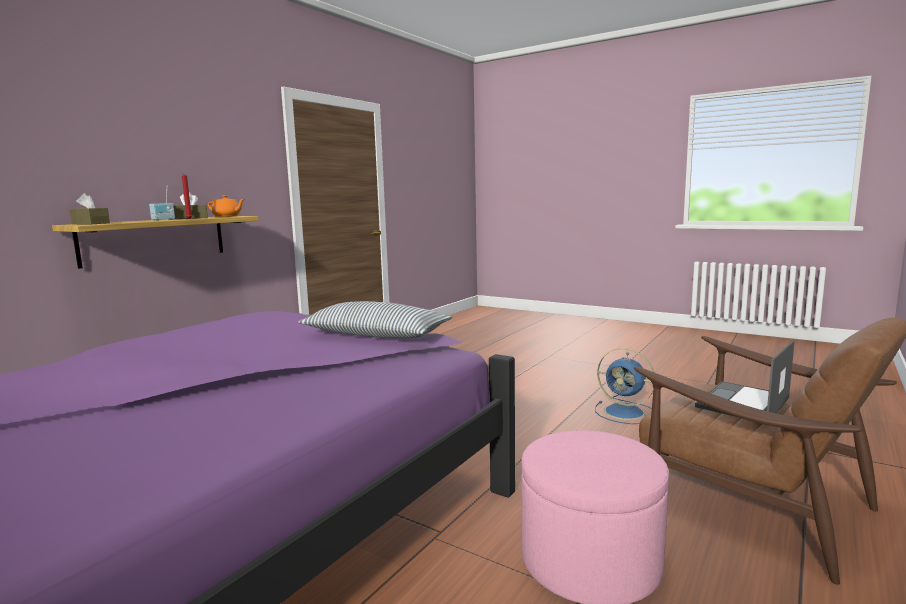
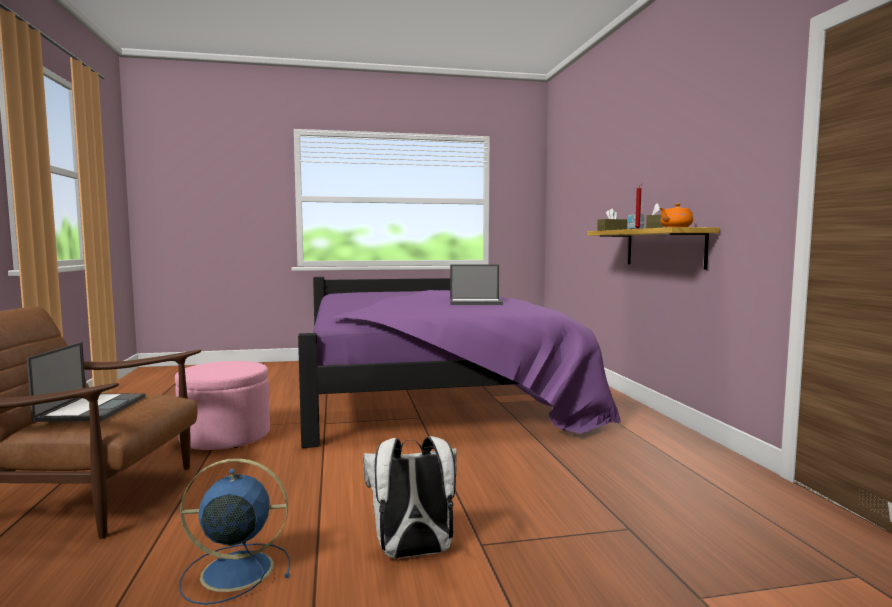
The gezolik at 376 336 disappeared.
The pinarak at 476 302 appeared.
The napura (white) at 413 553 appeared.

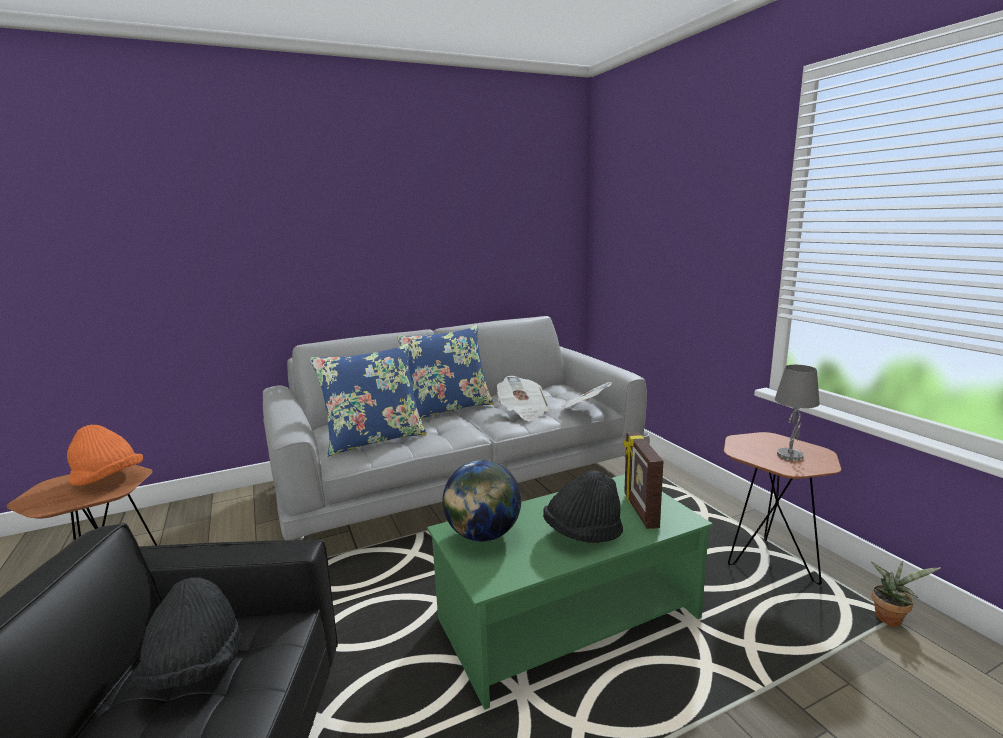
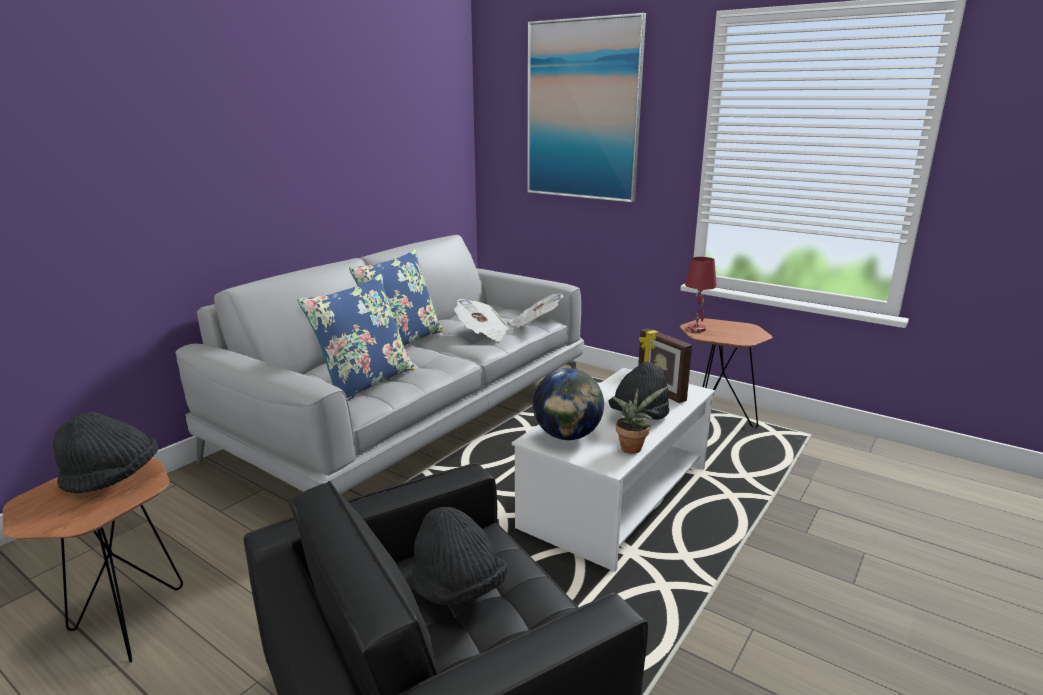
The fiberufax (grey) at 790 455 disappeared.
The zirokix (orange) at 108 480 became the zirokix (black) at 112 480.
The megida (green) at 569 618 became the megida (white) at 617 496.
The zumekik moved from 890 618 to 632 447.
The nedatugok at 582 111 appeared.
The fiberufax (red) at 697 329 appeared.

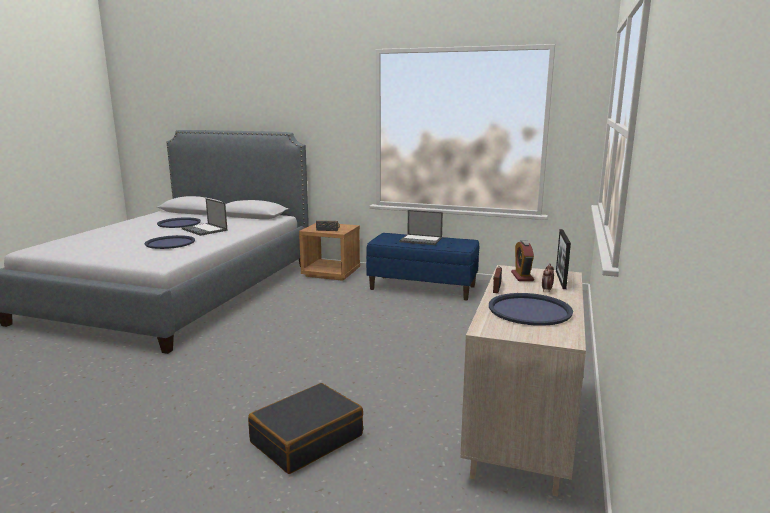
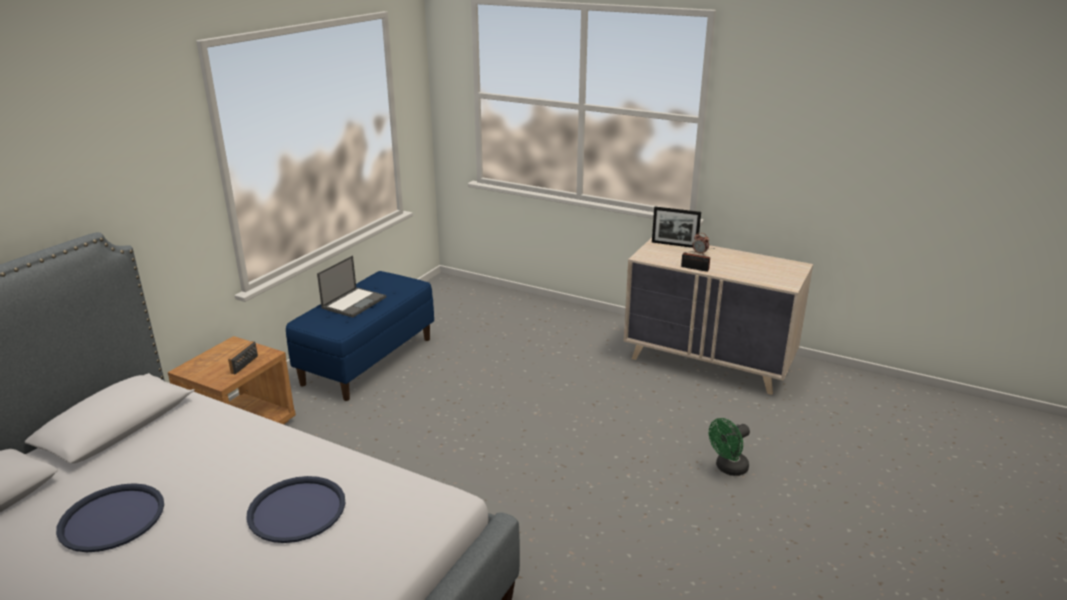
The pinarak at 205 230 disappeared.
The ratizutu at 522 276 disappeared.
The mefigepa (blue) at 529 310 disappeared.
The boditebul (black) at 306 439 was replaced by the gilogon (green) at 728 468.

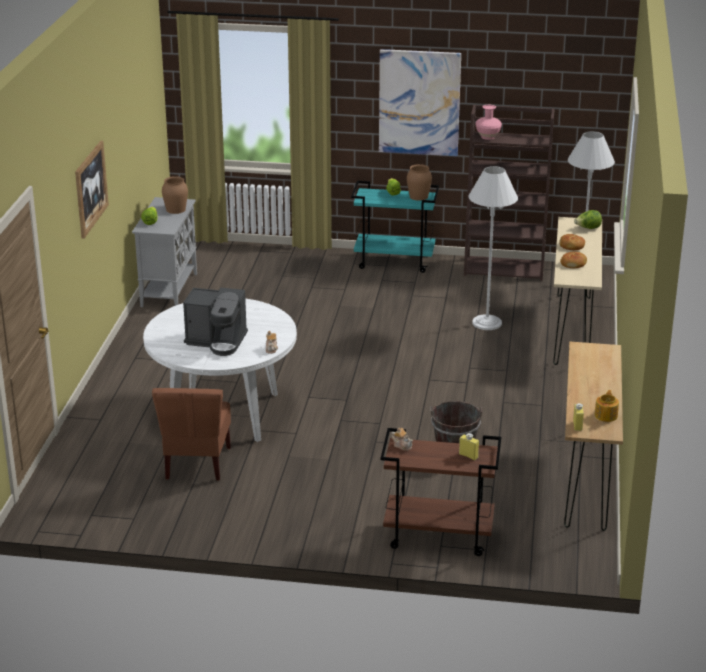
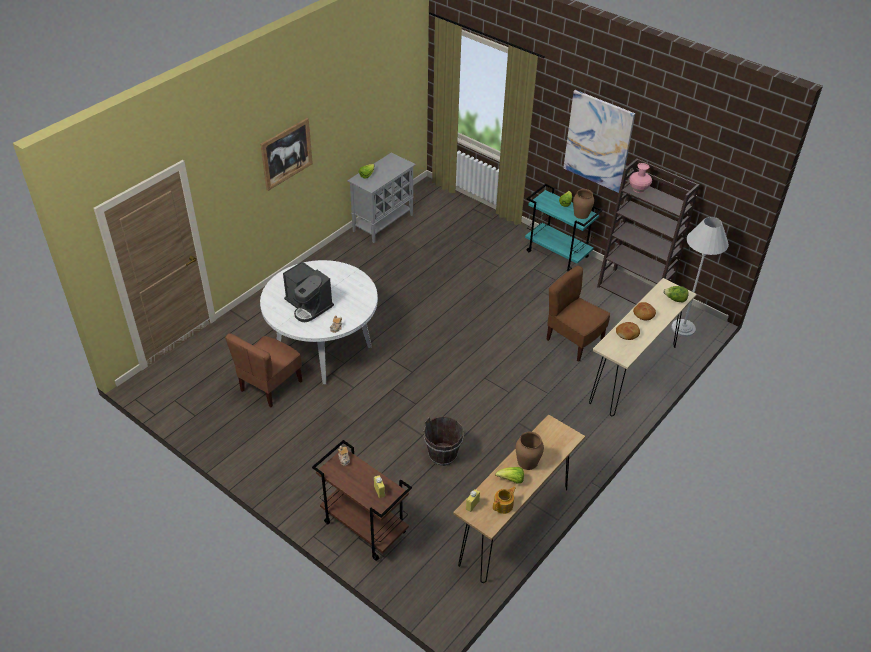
The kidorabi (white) at 487 323 was replaced by the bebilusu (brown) at 573 340.
The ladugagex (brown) moved from 175 209 to 527 461.
The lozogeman at 511 480 appeared.

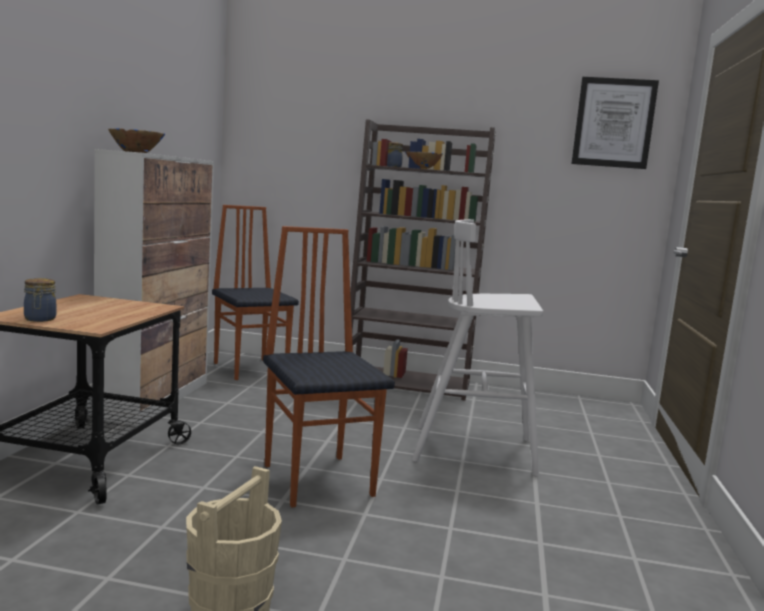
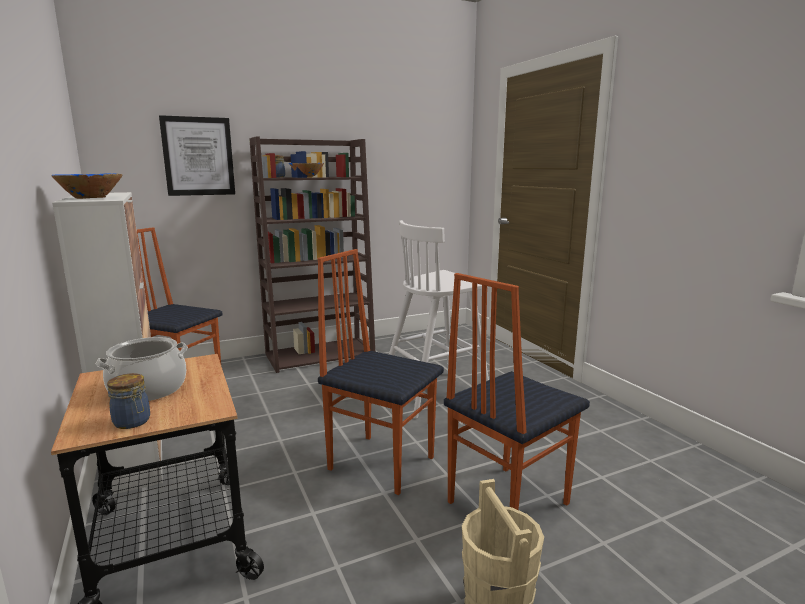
The nedatugok moved from 613 123 to 198 156.
The bebilusu at 506 502 appeared.
The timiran at 148 389 appeared.

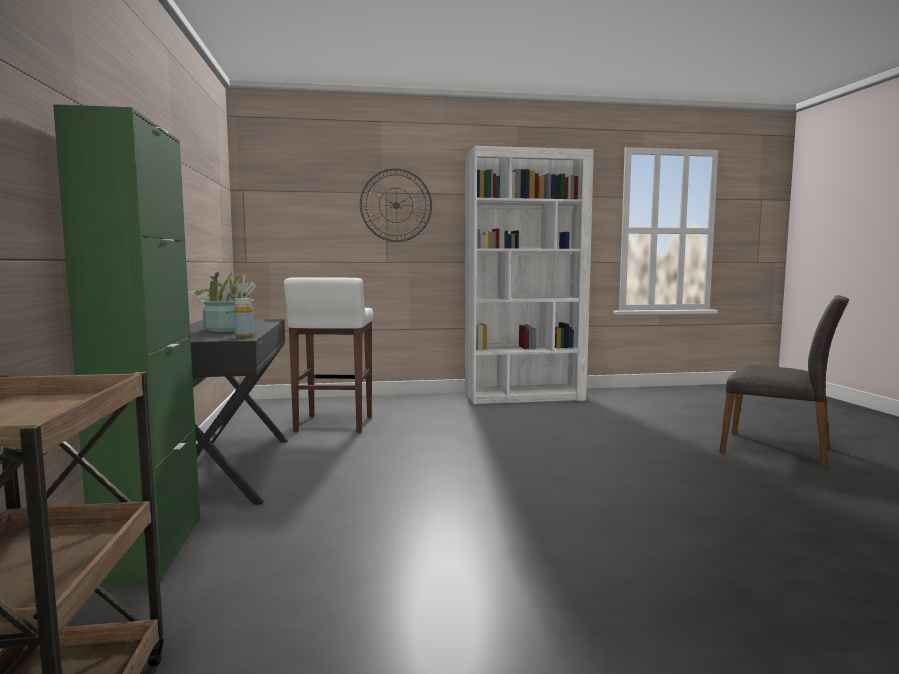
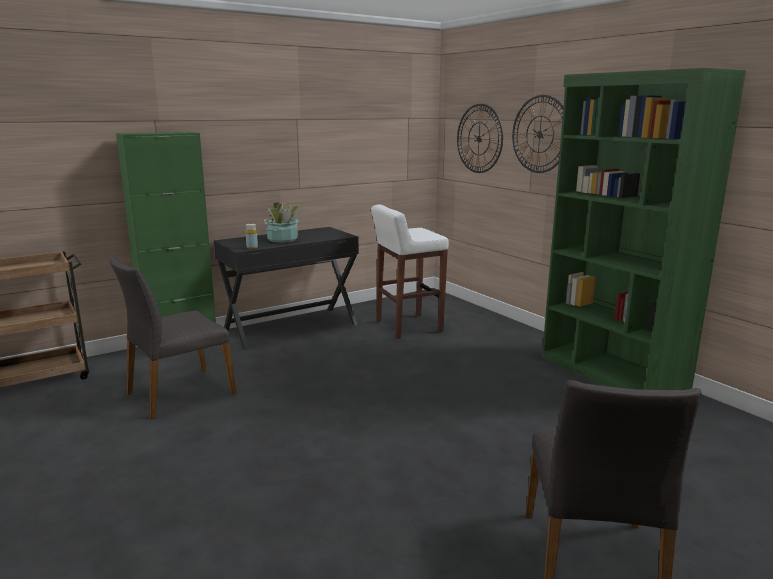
The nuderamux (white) at 524 396 became the nuderamux (green) at 611 374.
The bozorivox at 479 138 appeared.
The bebilusu (grey) at 179 393 appeared.

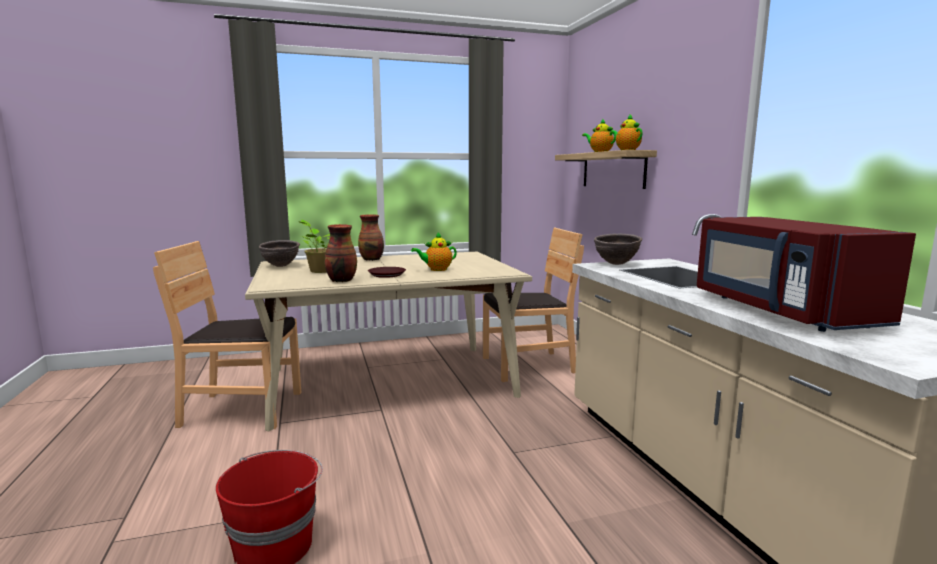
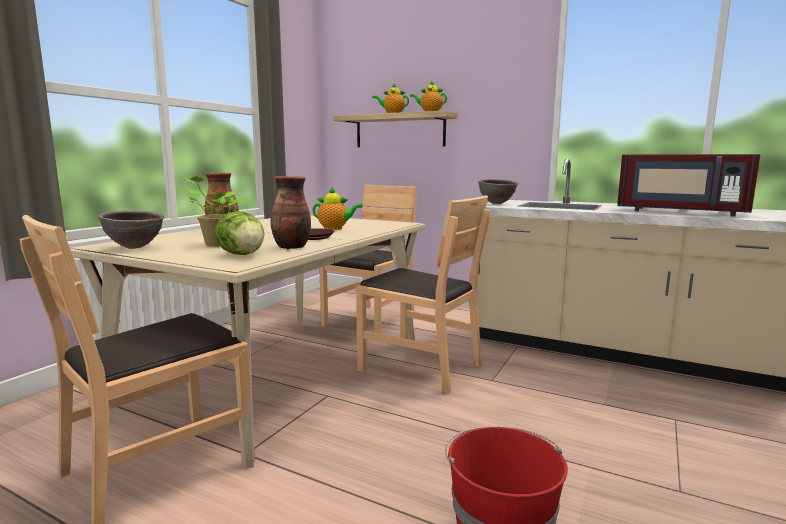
The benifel at 436 269 turned 105 degrees counterclockwise.
The bebilusu (brown) at 420 366 appeared.
The lozogeman at 242 255 appeared.

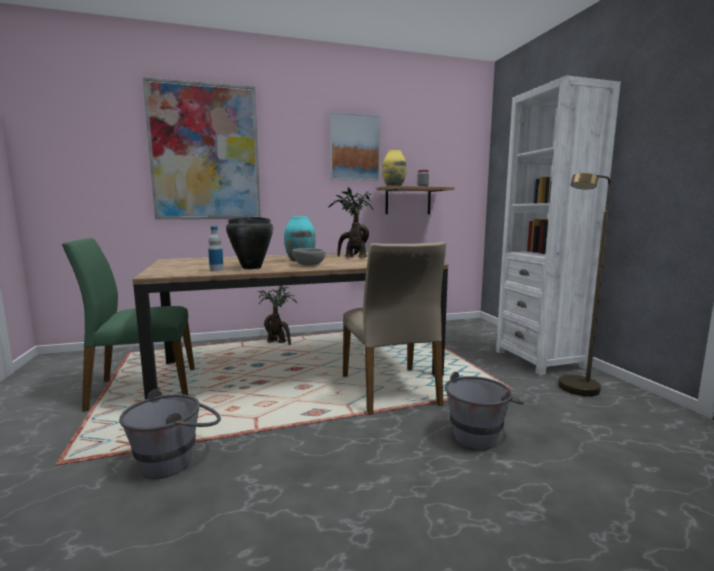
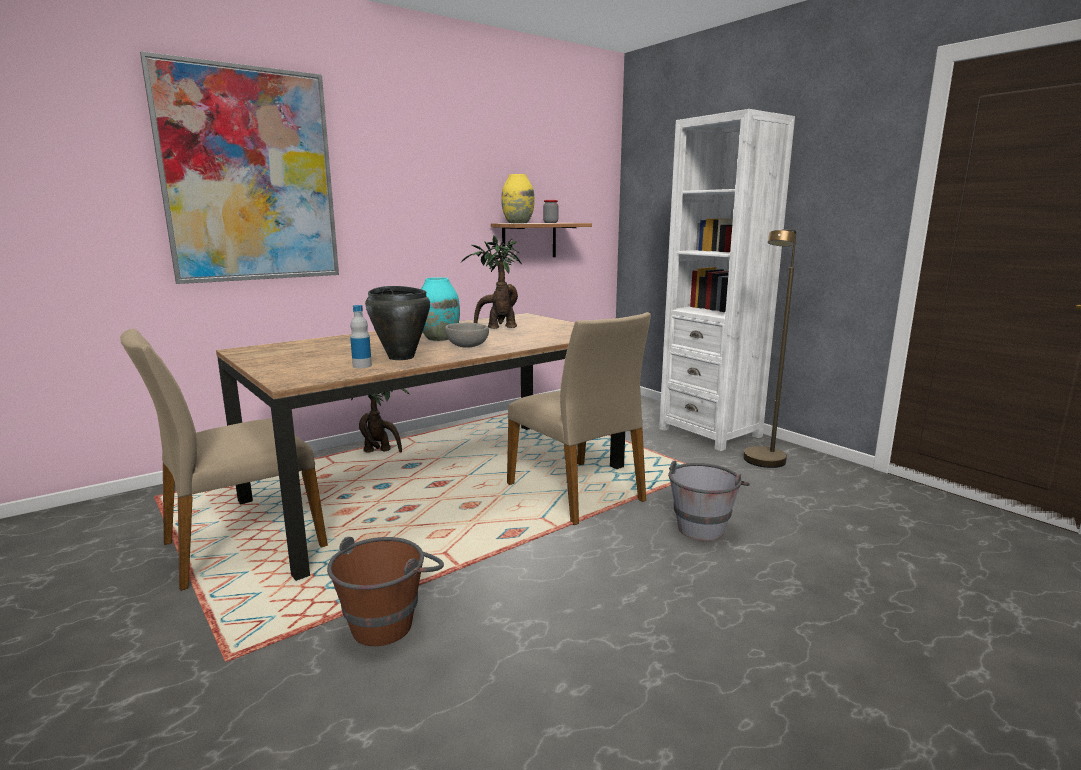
The nedatugok at 354 147 disappeared.
The bebilusu (green) at 143 388 became the bebilusu (beige) at 242 544.
The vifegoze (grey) at 177 459 became the vifegoze (brown) at 390 619.

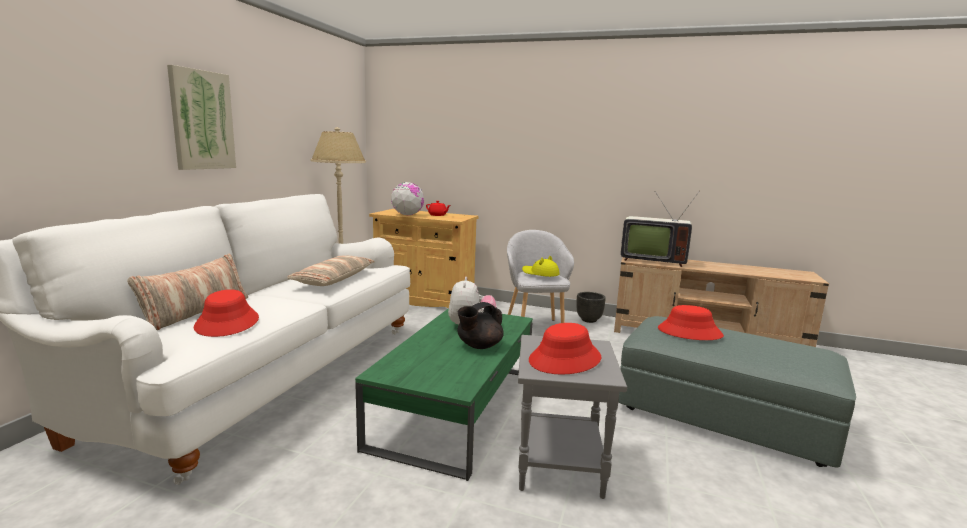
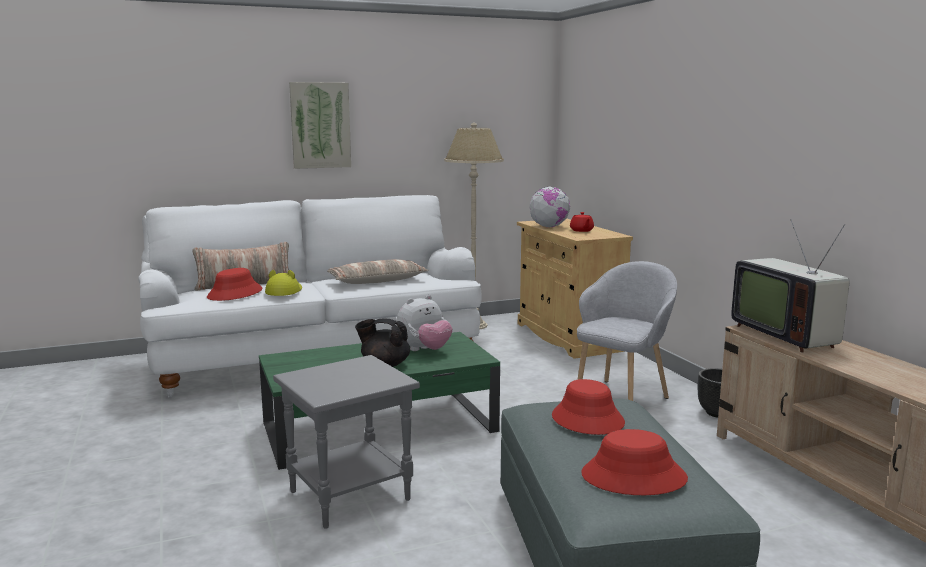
The zirokix (yellow) moved from 540 273 to 284 291.
The zirokix (red) moved from 565 359 to 633 477.

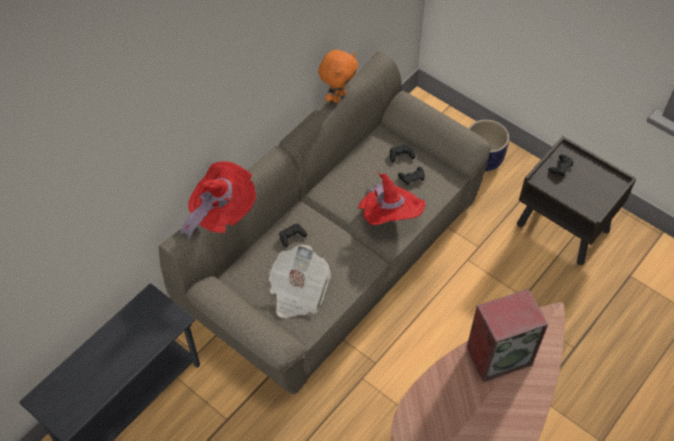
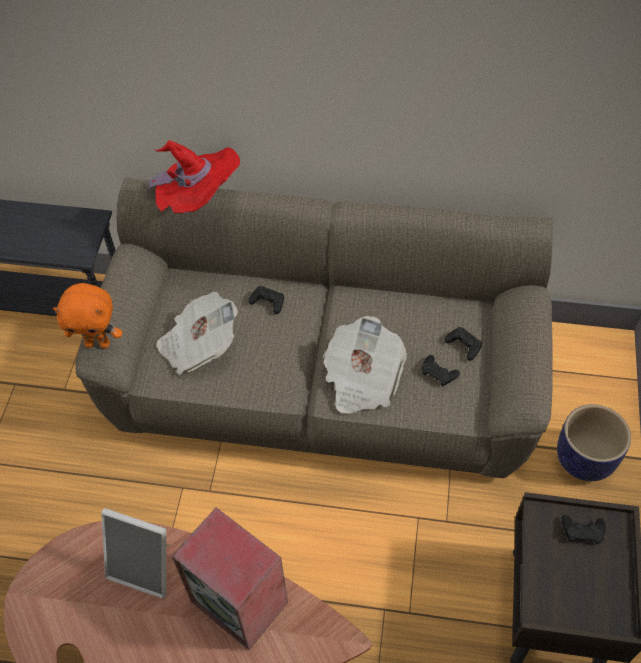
The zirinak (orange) moved from 338 96 to 98 343.
The zirokix (red) at 389 217 was replaced by the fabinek at 362 379.
The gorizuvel at 145 567 appeared.

